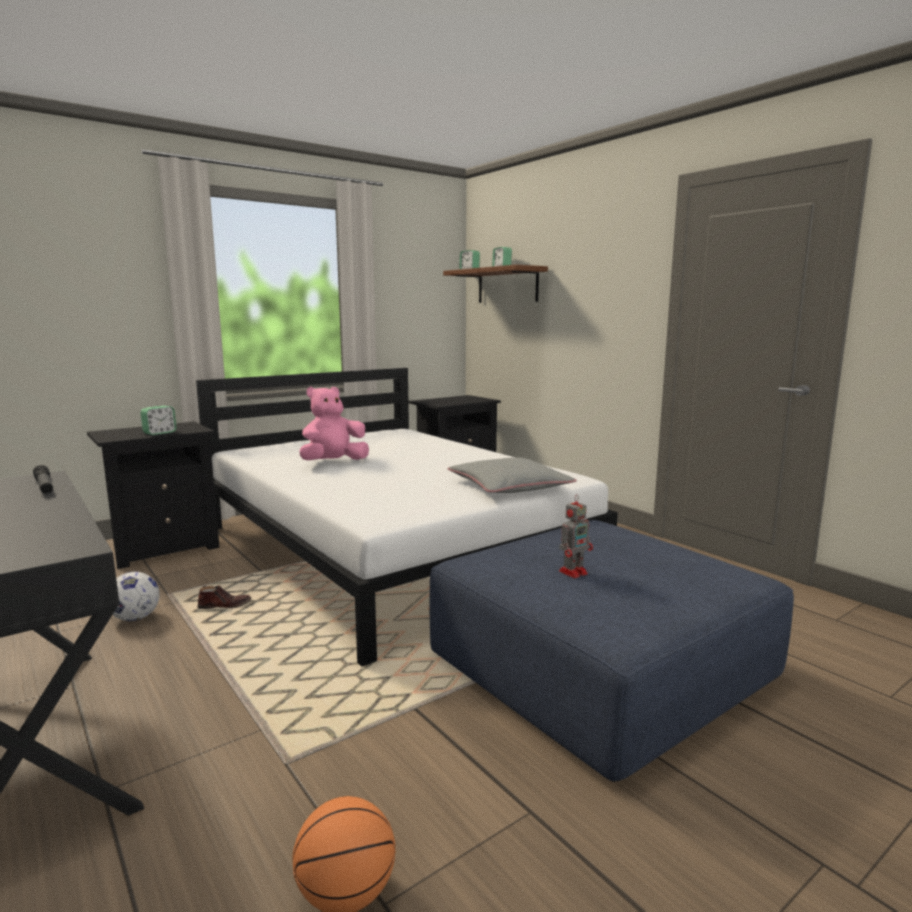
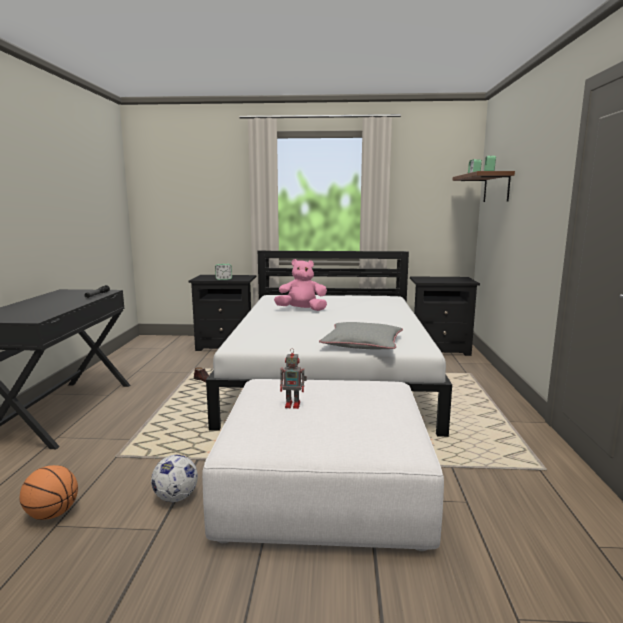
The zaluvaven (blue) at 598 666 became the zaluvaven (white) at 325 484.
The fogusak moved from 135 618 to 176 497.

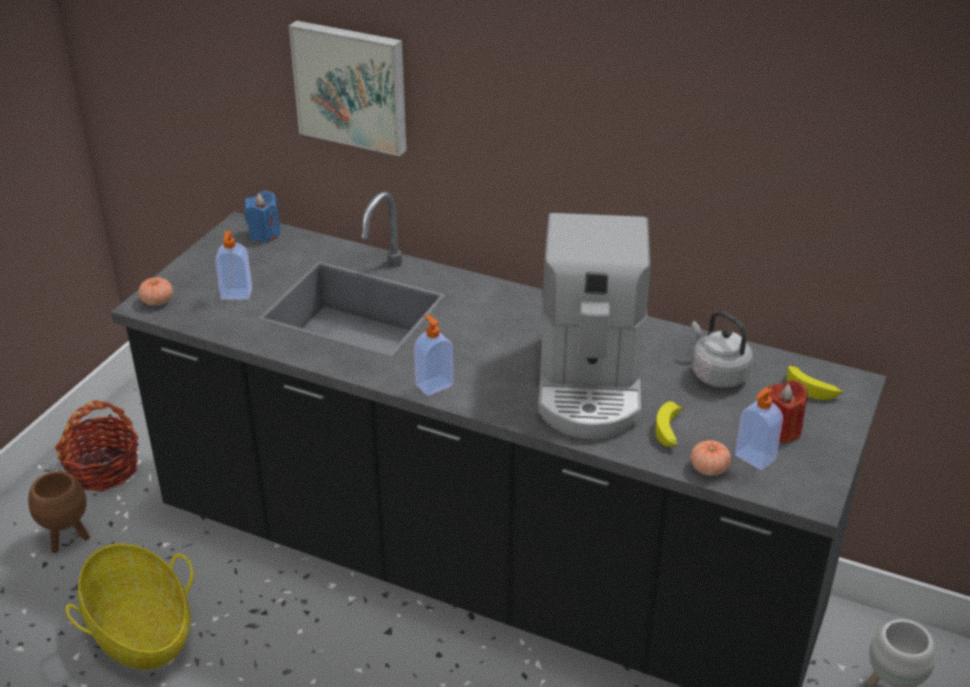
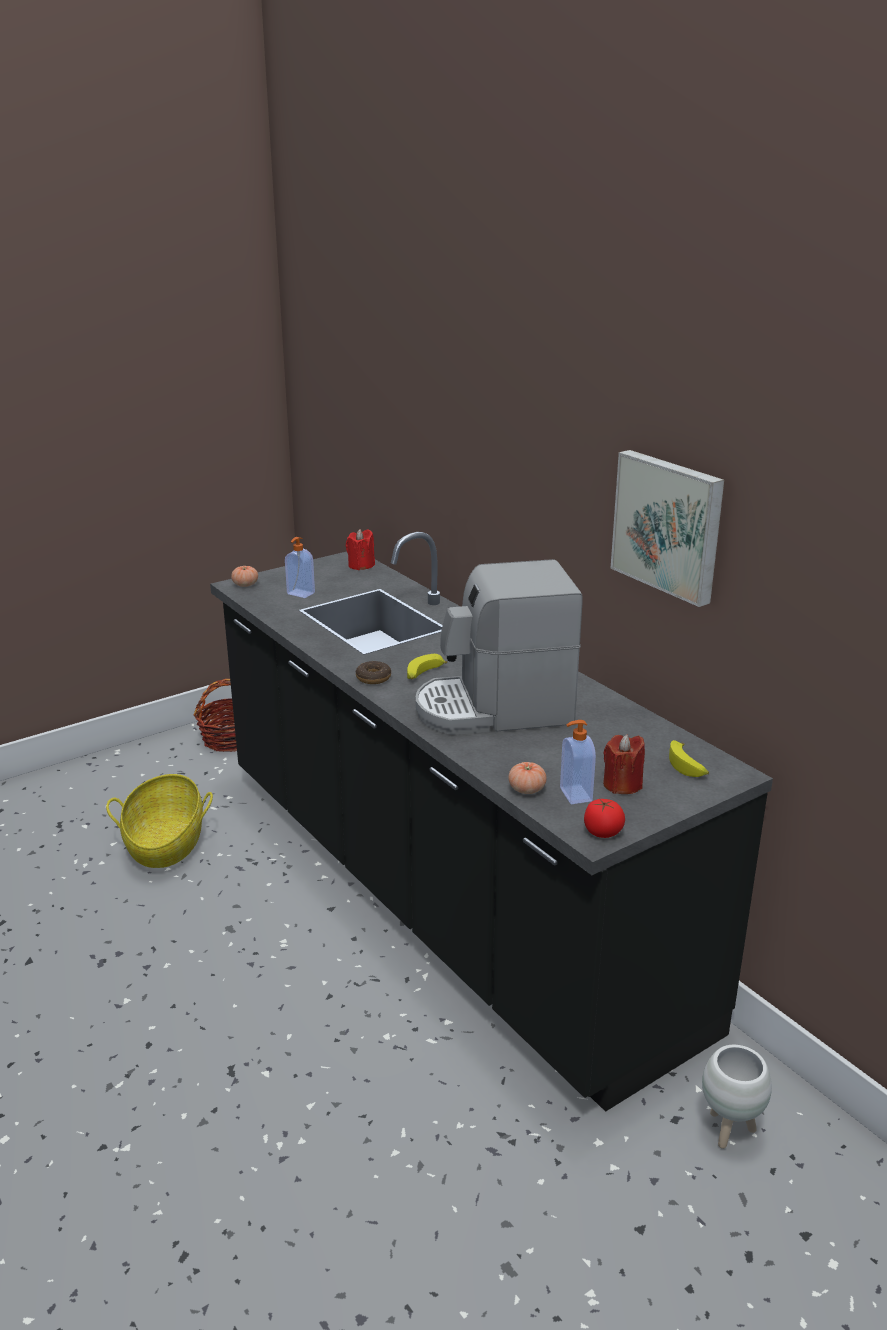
The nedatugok moved from 352 86 to 669 525.
The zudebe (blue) at 264 234 became the zudebe (red) at 361 565.
The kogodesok at 590 384 turned 45 degrees clockwise.
The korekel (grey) at 717 374 disappeared.
The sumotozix at 433 385 was replaced by the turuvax at 373 678.
The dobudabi moved from 670 432 to 424 674.
The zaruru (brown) at 67 539 disappeared.
The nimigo at 603 832 appeared.

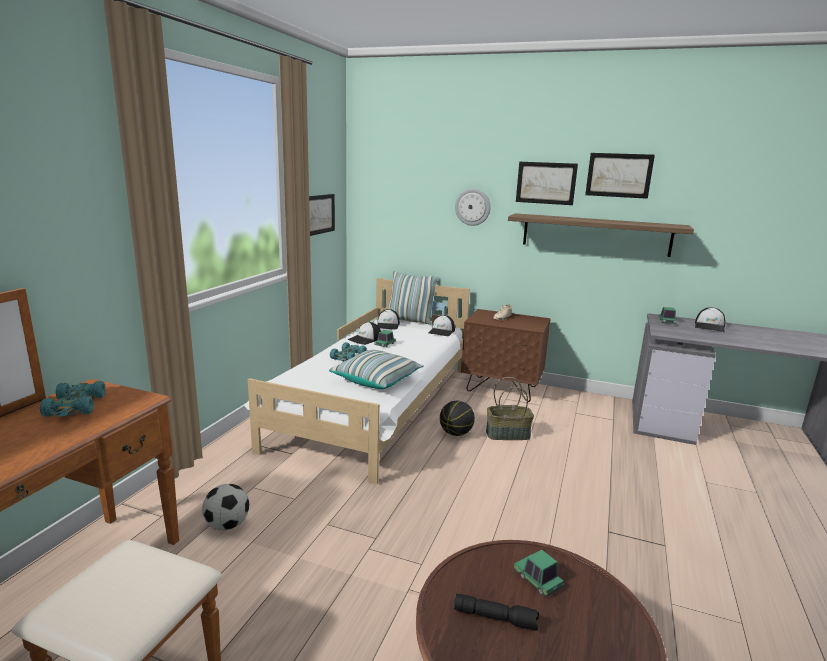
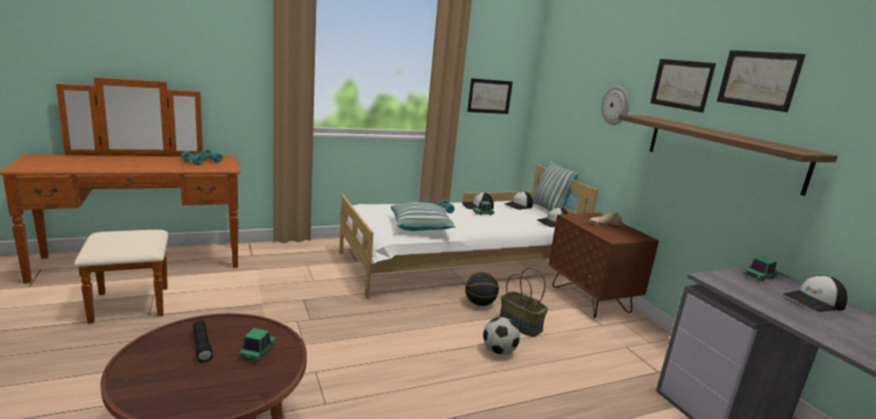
The fogusak moved from 227 525 to 499 351.

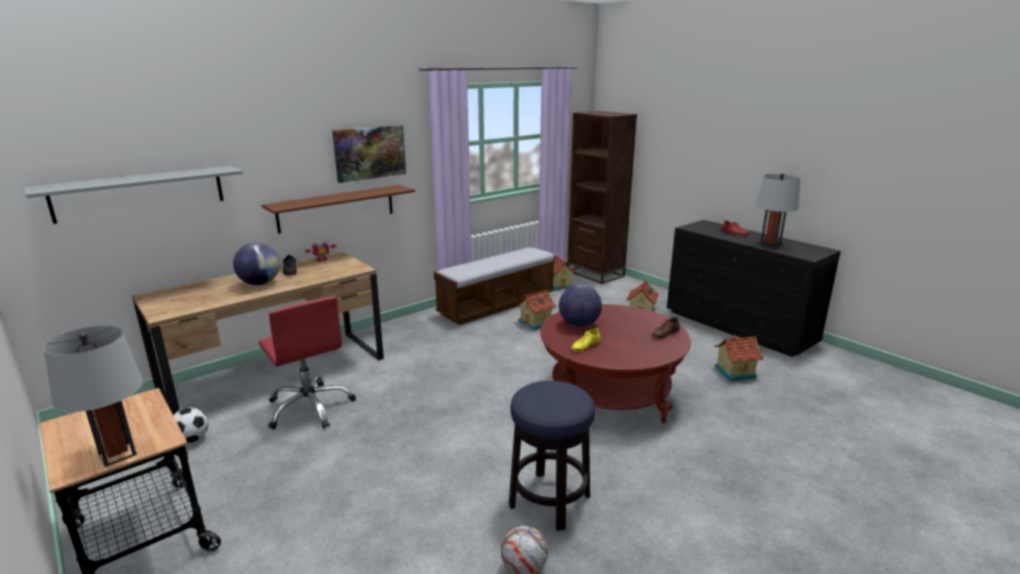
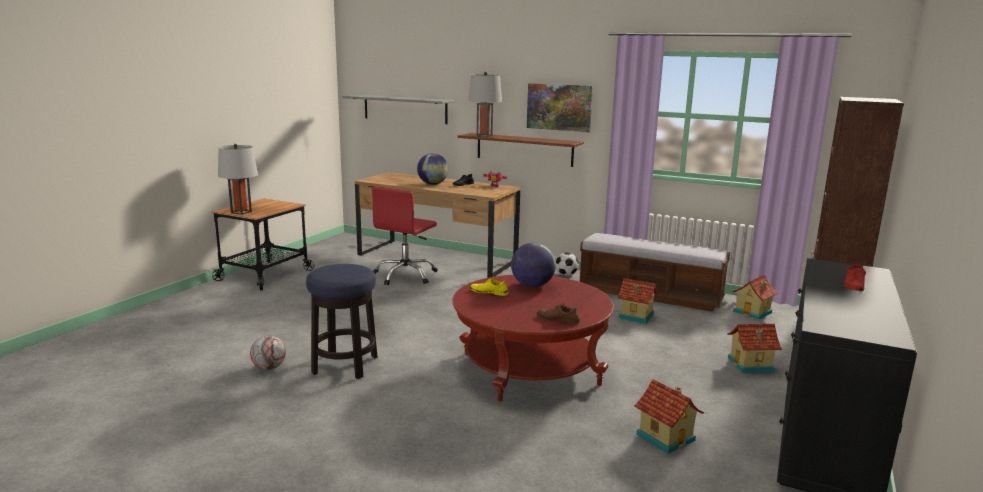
The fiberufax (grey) moved from 770 245 to 484 135.
The fogusak moved from 192 440 to 566 275.

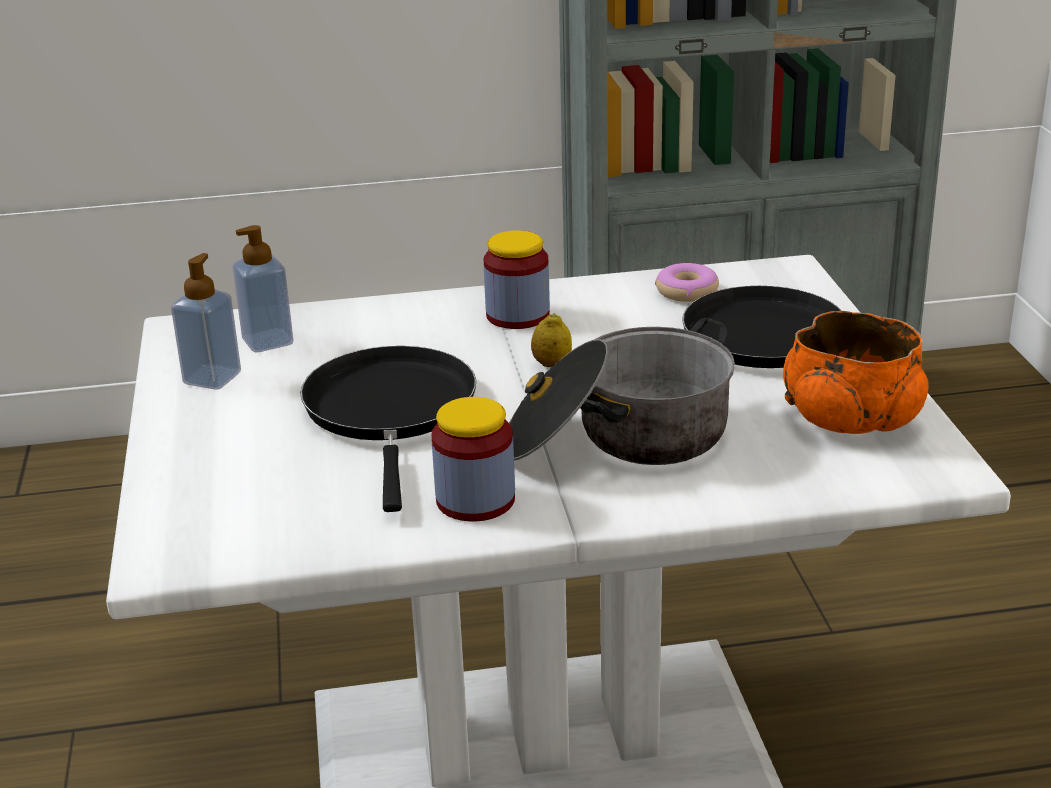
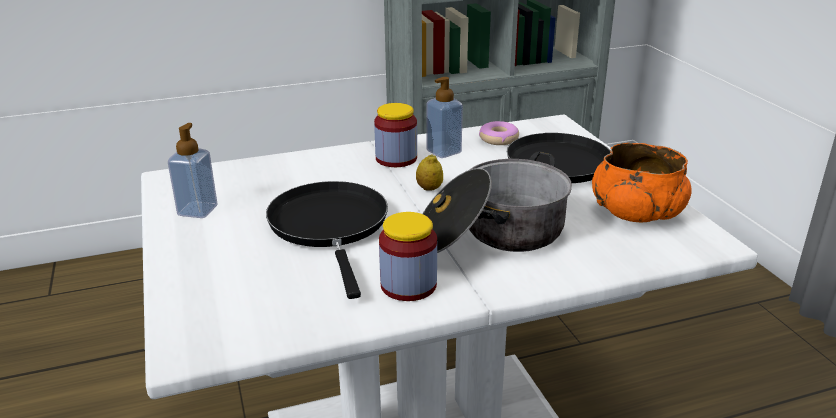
The sumotozix moved from 268 341 to 444 151.

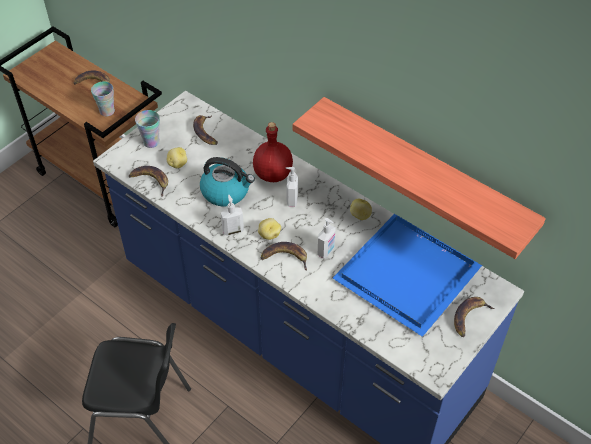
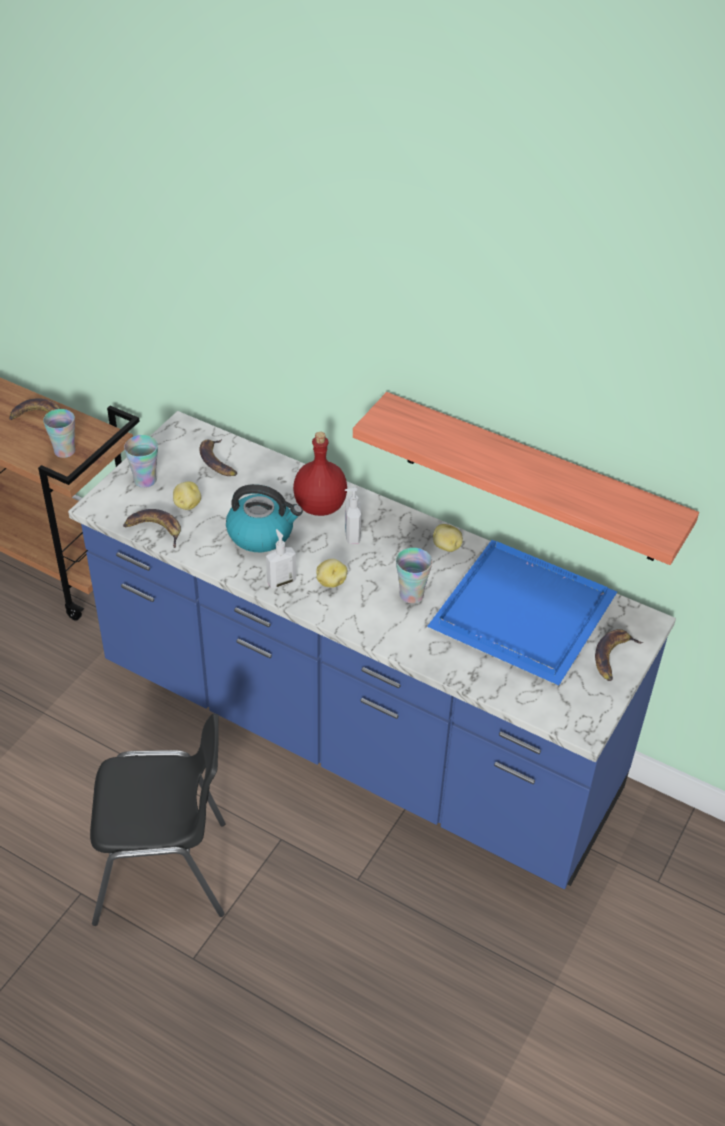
The sumotozix at 326 251 was replaced by the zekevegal at 411 595.
The dobudabi at 285 257 disappeared.

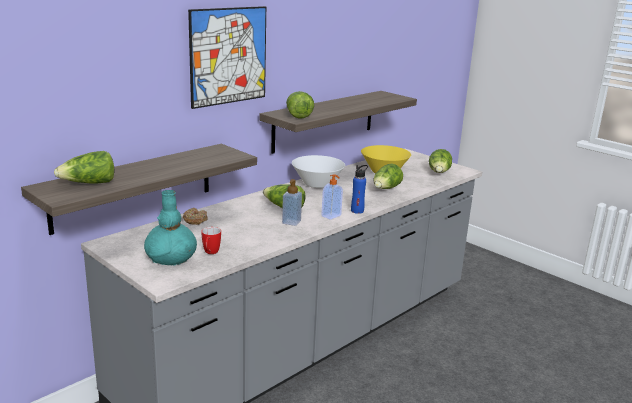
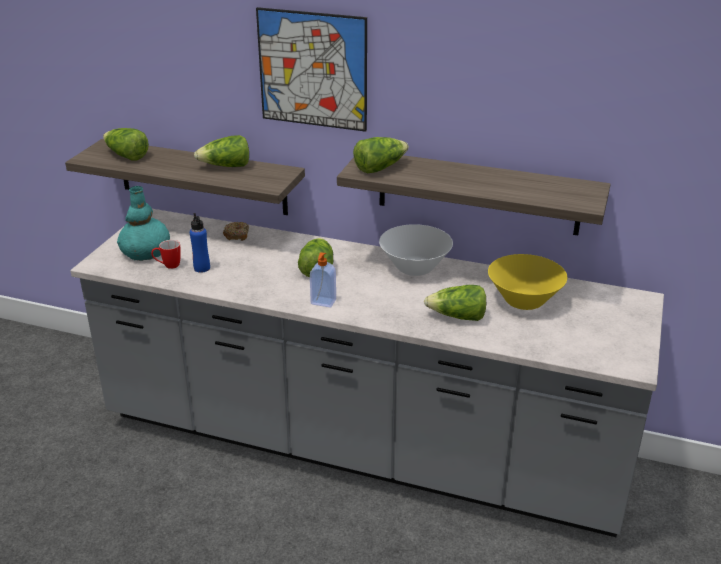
The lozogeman moved from 439 173 to 226 166.
The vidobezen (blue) moved from 357 211 to 202 268.
The sumotozix at 291 222 disappeared.

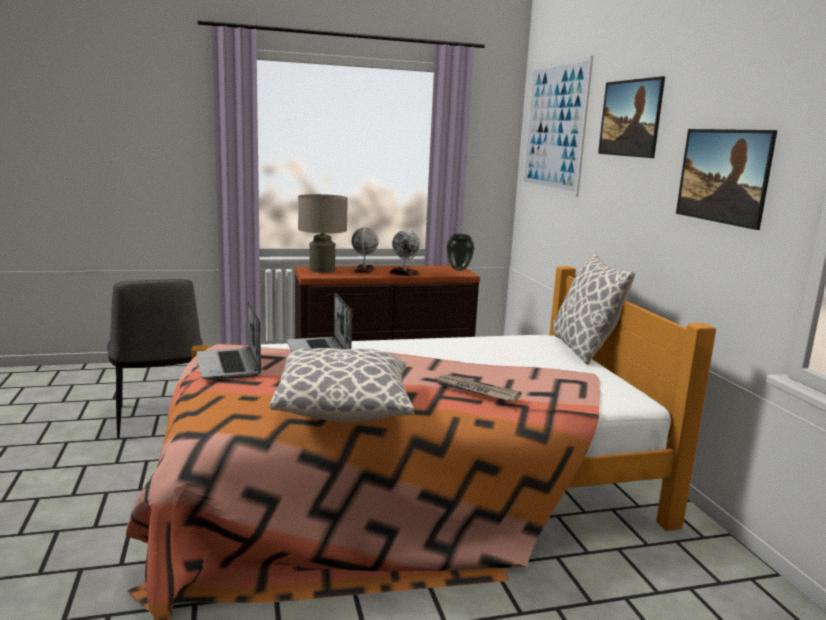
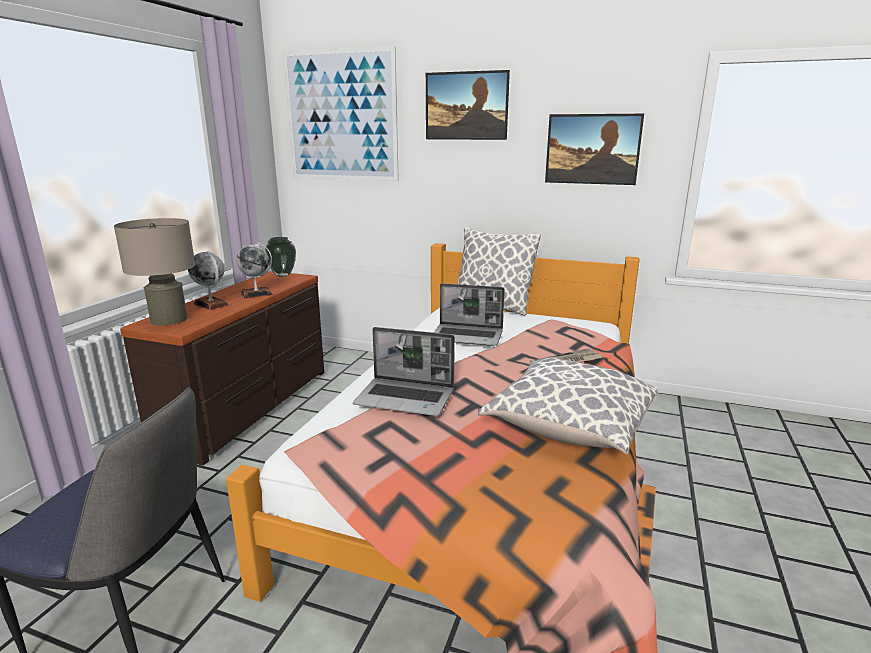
The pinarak moved from 229 366 to 468 336.

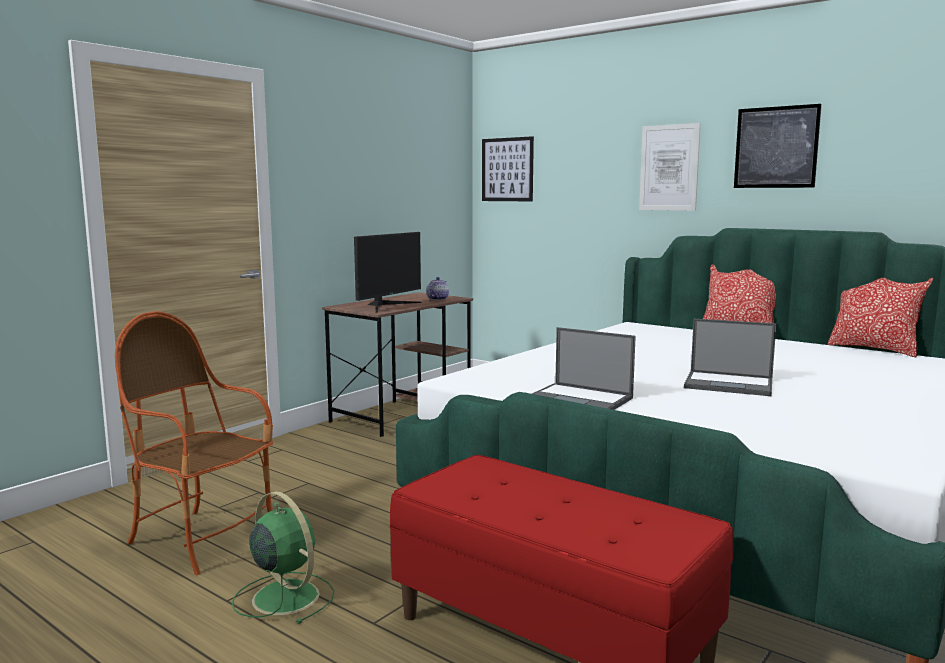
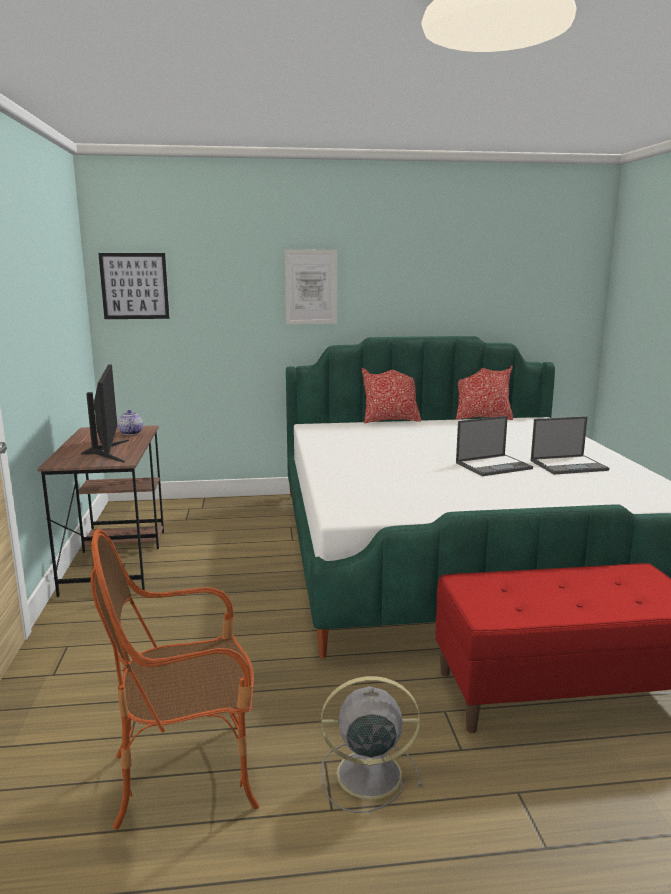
The nedatugok at 776 147 disappeared.
The pinarak moved from 581 399 to 569 465.
The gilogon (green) at 284 596 became the gilogon (grey) at 366 774.

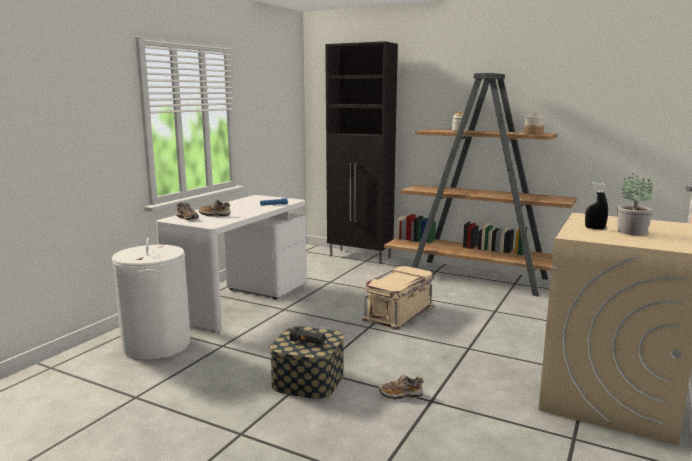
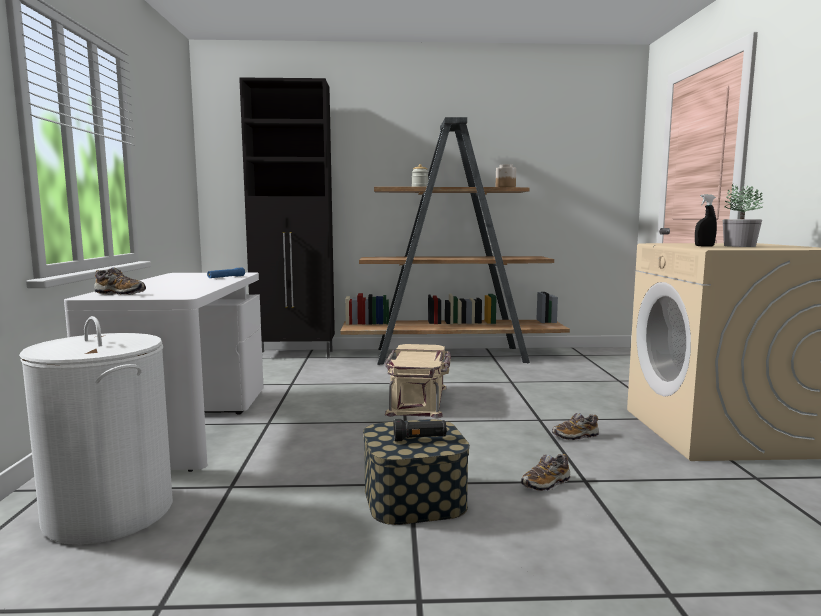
The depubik moved from 214 215 to 575 436.

